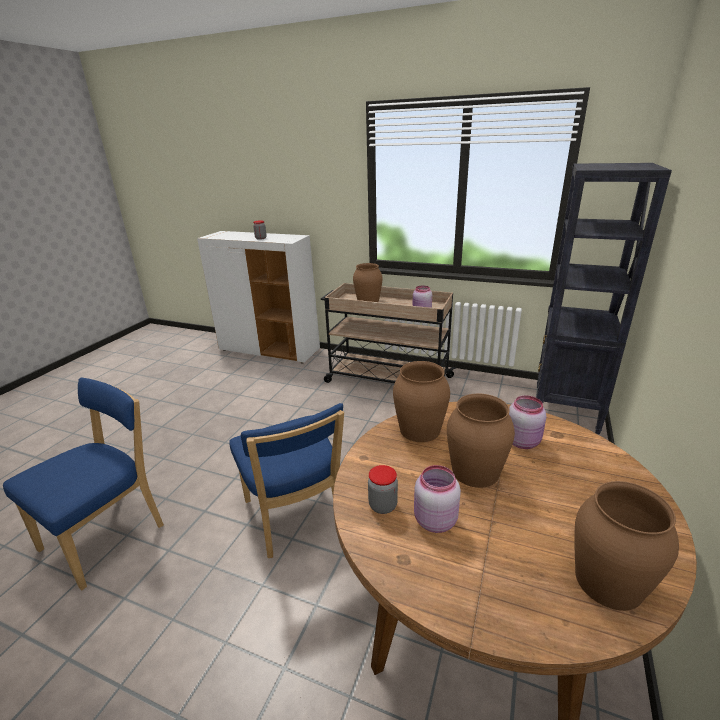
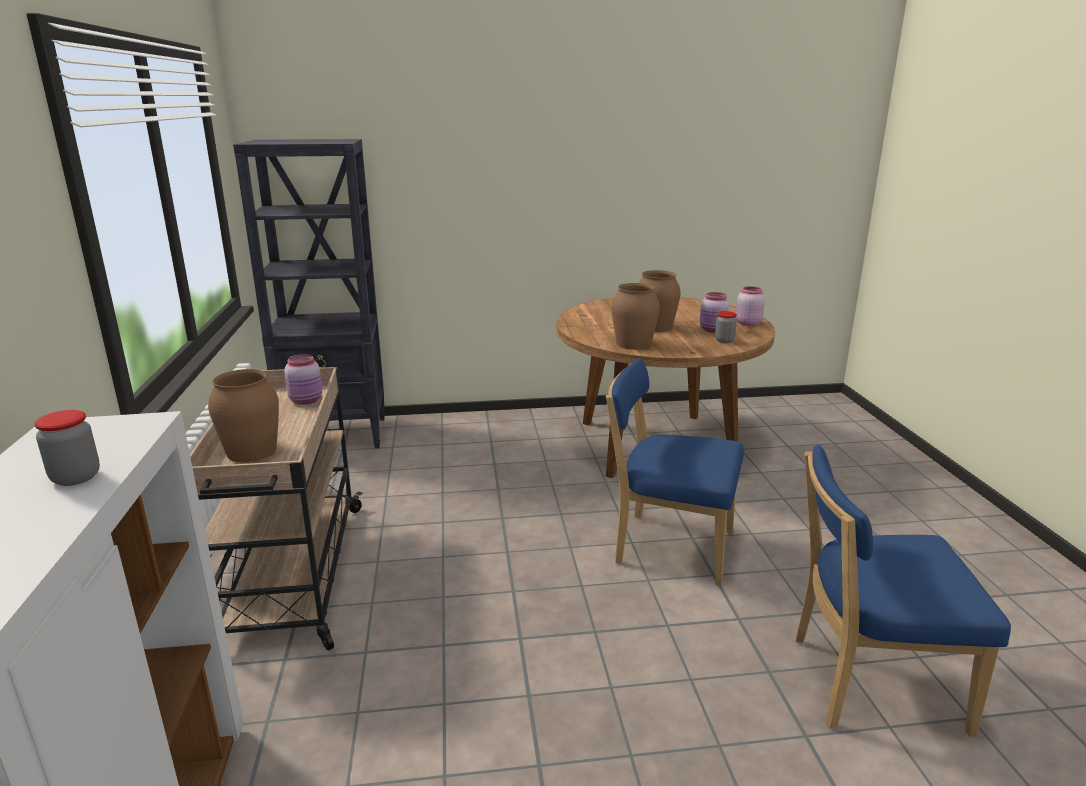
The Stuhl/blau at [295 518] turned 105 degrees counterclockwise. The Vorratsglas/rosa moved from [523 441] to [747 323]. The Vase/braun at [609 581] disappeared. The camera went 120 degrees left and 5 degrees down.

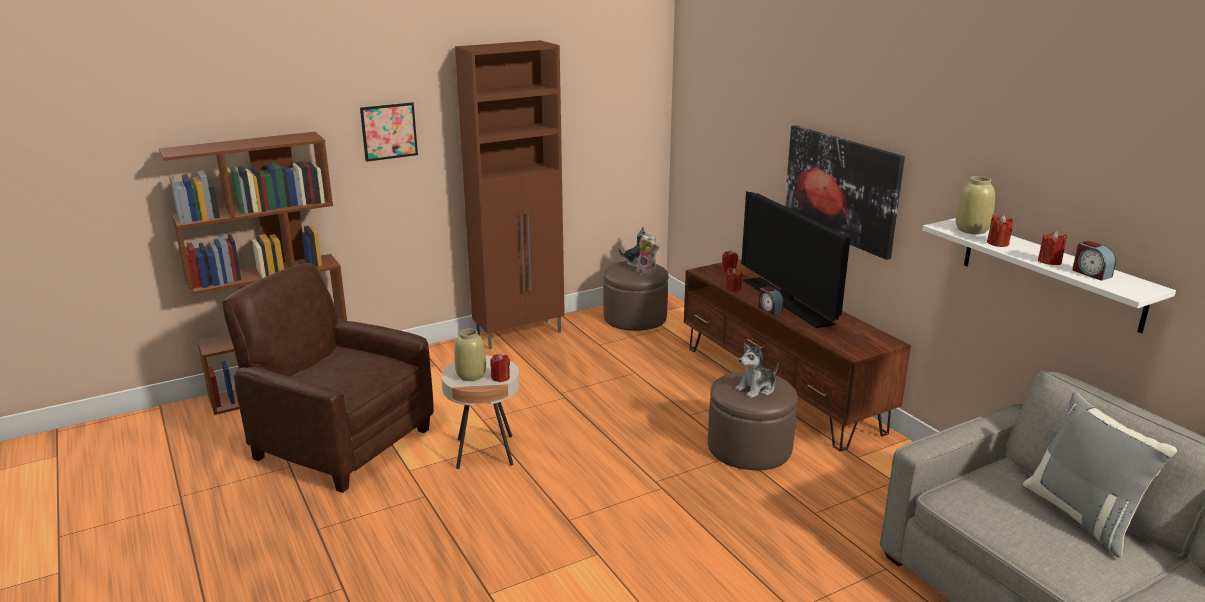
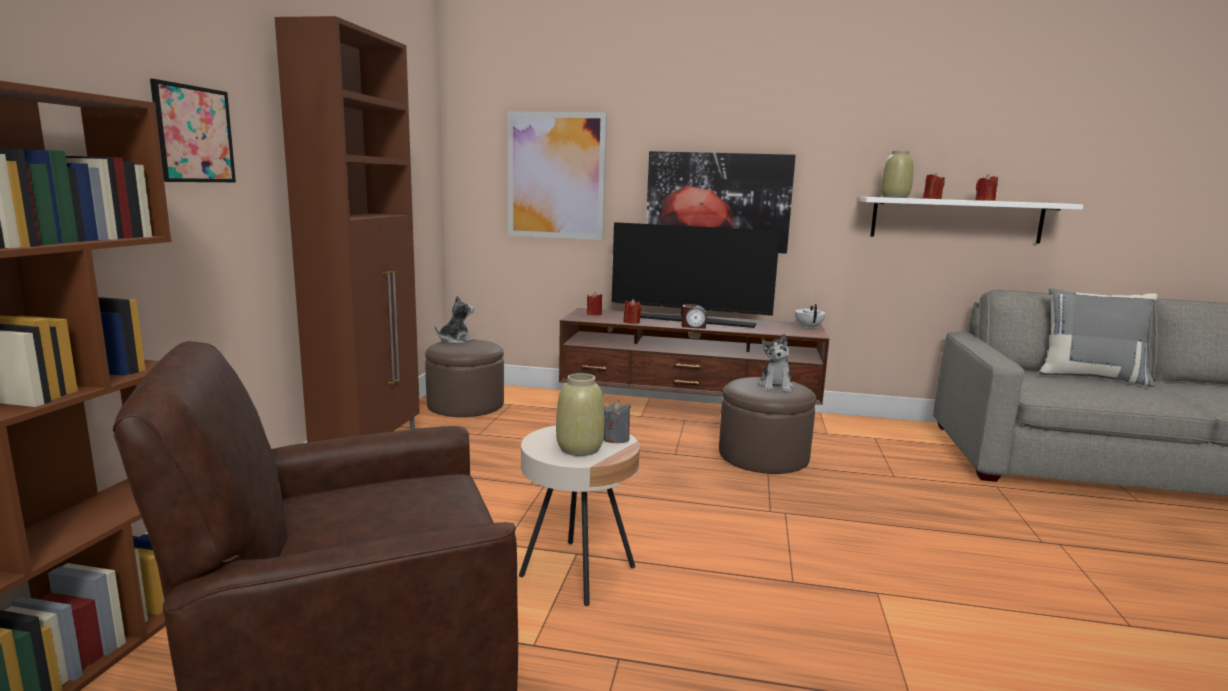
The Bild at [556 176] appeared. The Kerze/rot at [500 378] became the Kerze/grau at [616 439]. The Teekanne/weiß at [808 327] appeared. The Plüschtier at [647 272] disappeared. The Wecker at [1091 273] disappeared. The camera went 50 degrees left and 10 degrees down.

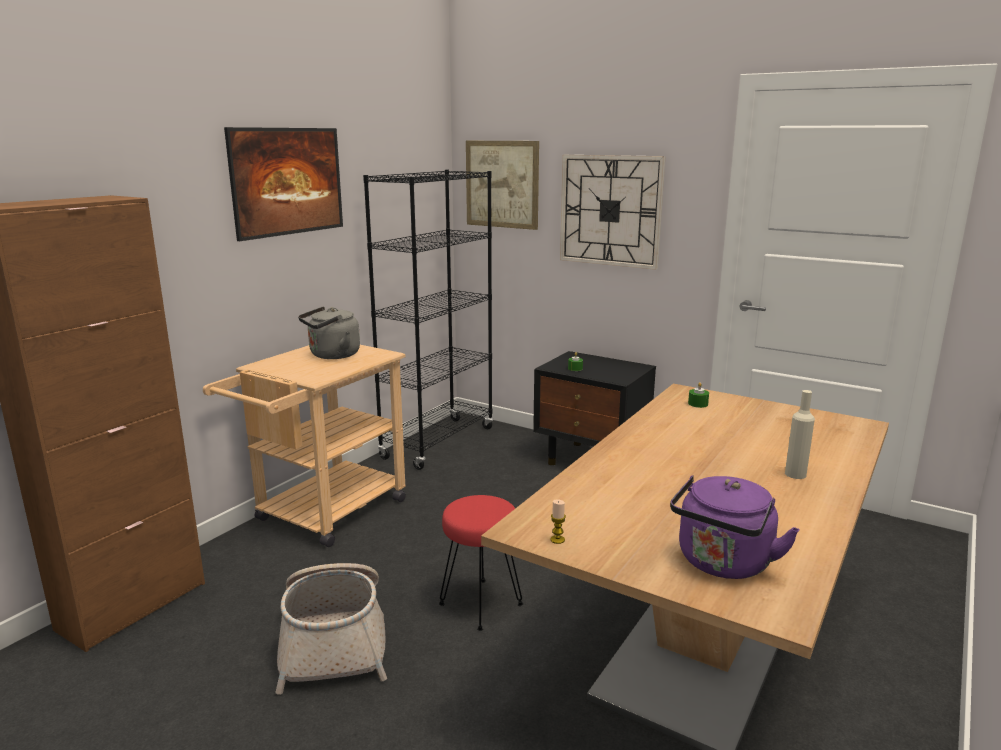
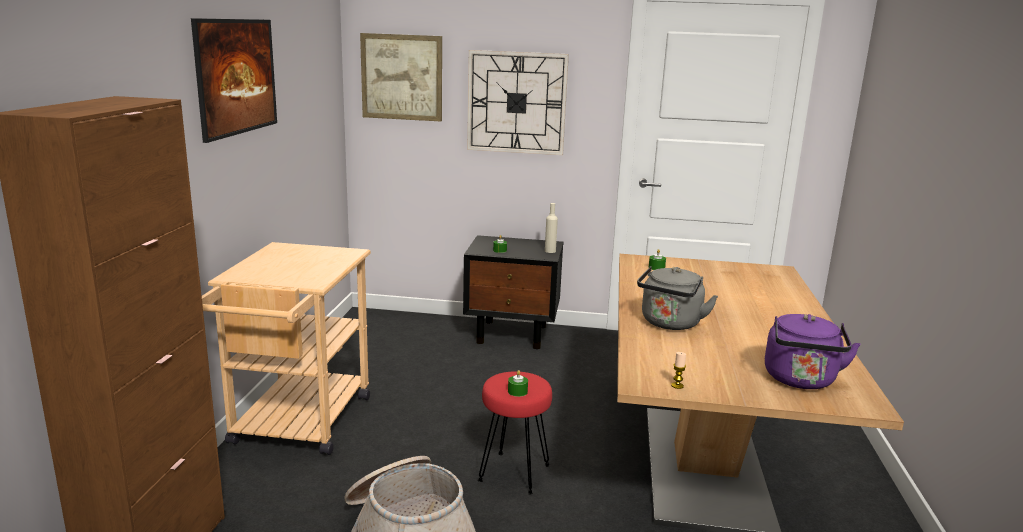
The Kerze/grün at [517 391] appeared. The Flasche/beige moved from [795 474] to [550 251]. The Wasserkessel/grau moved from [332 355] to [670 324]. The Bücherregal/schwarz at [438 443] disappeared. The camera went 25 degrees left and 0 degrees up.

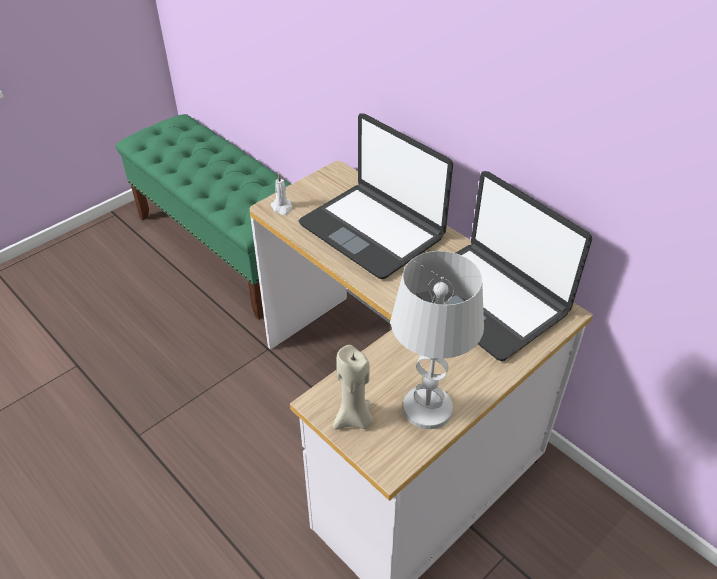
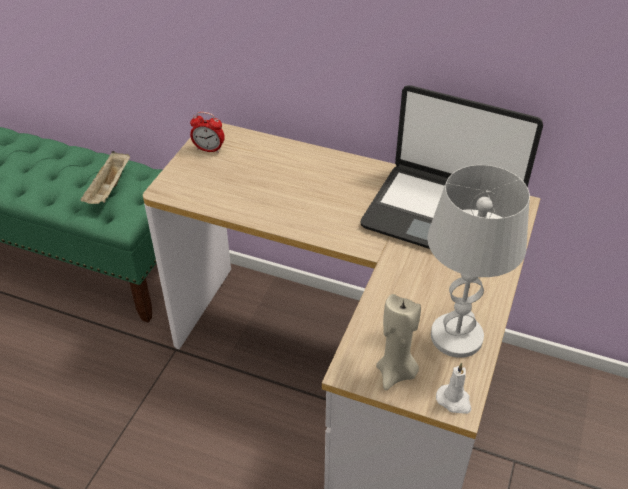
The Tablett/beige at [109 189] appeared. The Wecker at [209 149] appeared. The Kerze/weiß moved from [282 207] to [454 401]. The Laptop at [372 230] disappeared. The camera went 25 degrees left and 0 degrees up.

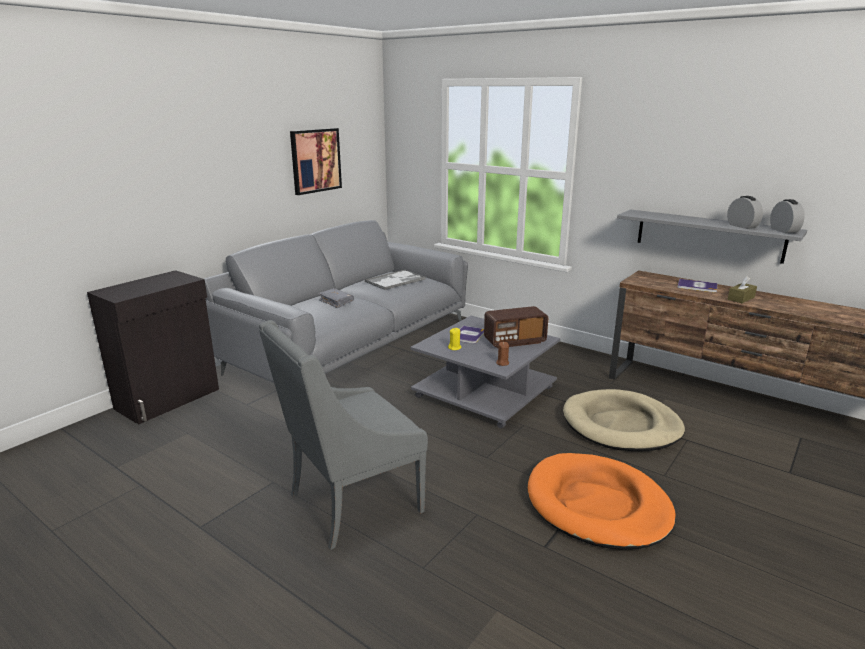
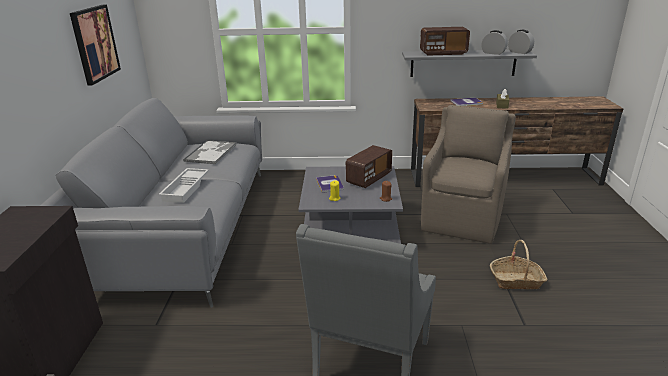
The Buch/grau at [336 302] was replaced by the Tablett/weiß at [186 189]. The Radio at [443 53] appeared. The Hundebett/beige at [621 425] was replaced by the Sessel/braun at [462 218]. The Hundebett/orange at [597 505] was replaced by the Korb at [516 280]. The camera went 35 degrees left and 5 degrees up.

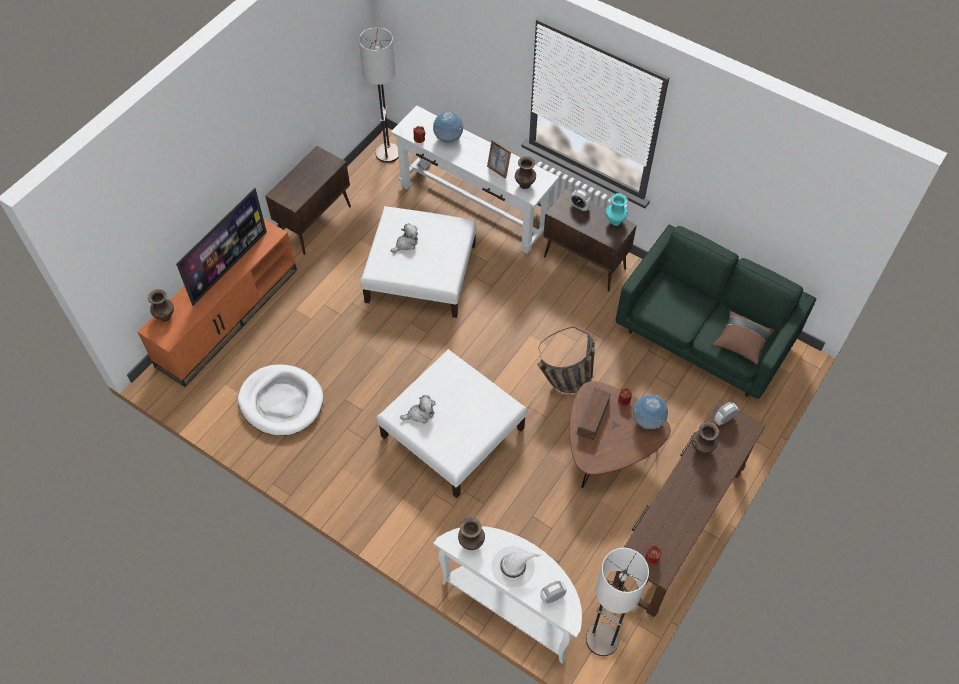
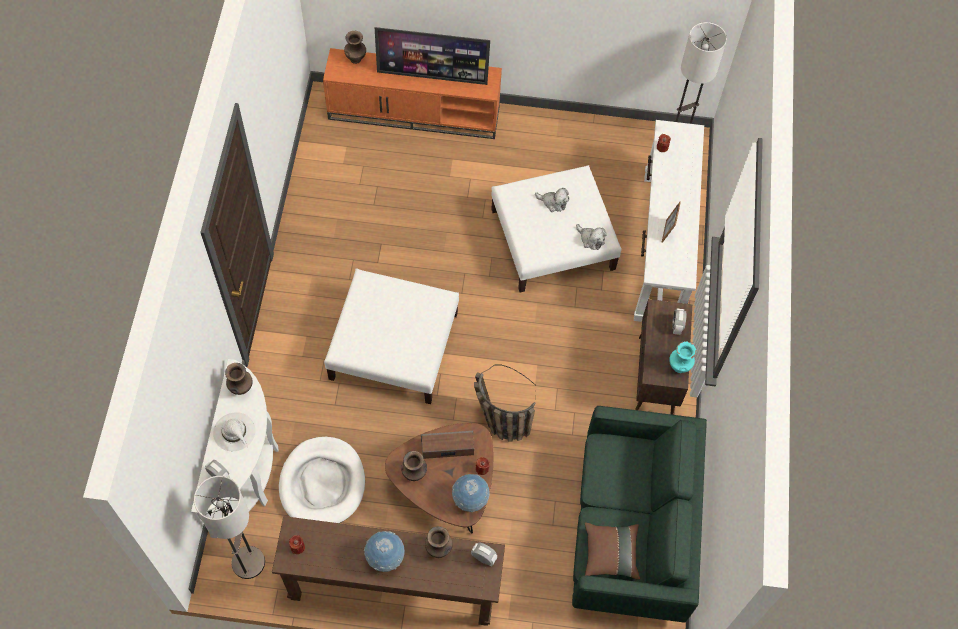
The Hundebett/weiß moved from [281 402] to [322 483]. The Globus moved from [448 139] to [385 557]. The Vase/braun moved from [525 184] to [414 473]. The Plüschtier moved from [420 414] to [590 239]. The Schrank/braun at [315 222] disappeared. The camera went 60 degrees right and 5 degrees up.

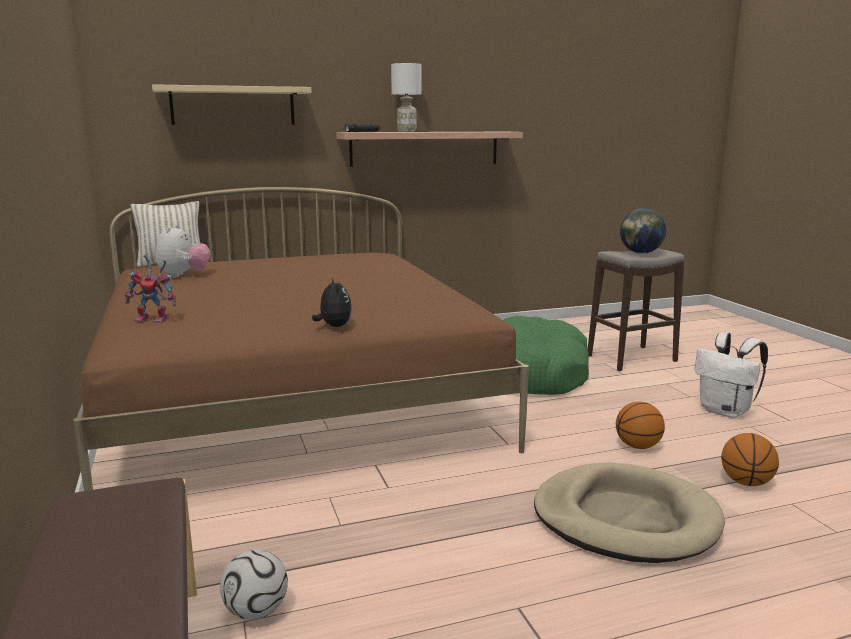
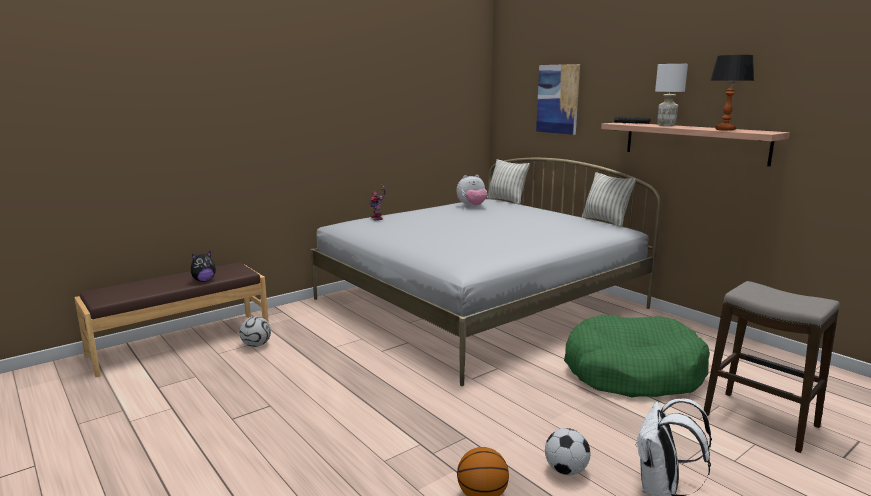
The Plüschtier moved from [334 326] to [204 280]. The Bett/braun at [293 400] became the Bett/weiß at [478 303]. The Wandregal/beige at [233 106] was replaced by the Bild at [558 99]. The Fußball at [565 470] appeared. The Kissen at [605 221] appeared. The Tischlampe at [725 130] appeared. The Hundebett/beige at [625 519] disappeared. The Basketball at [638 446] disappeared. The Globus at [640 253] disappeared. The camera went 70 degrees right and 0 degrees up.

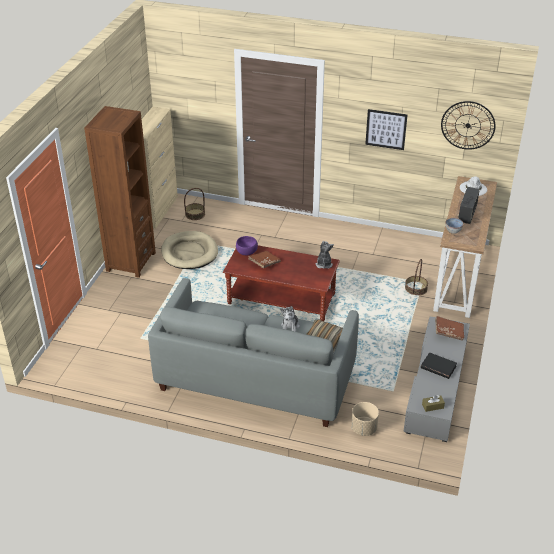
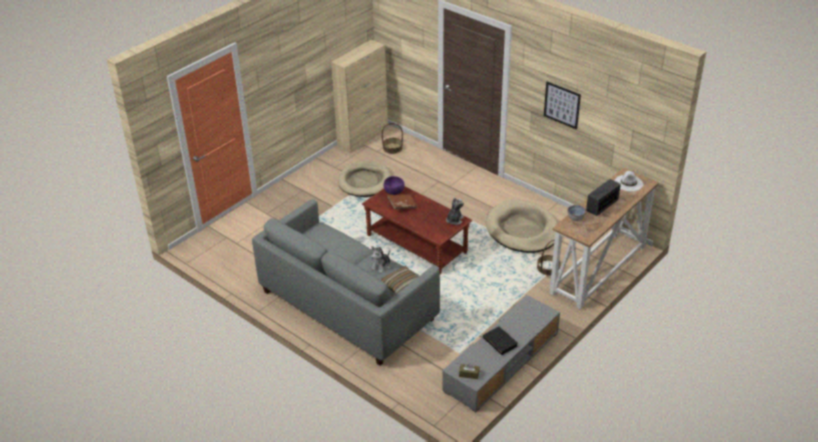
The Hundebett/beige at [522 230] appeared. The Bücherregal/braun at [131 262] disappeared. The Pflanzkübel/beige at [363 428] disappeared. The Buch/braun at [448 332] disappeared. The Wanduhr at [468 125] disappeared. The camera went 25 degrees right and 0 degrees up.

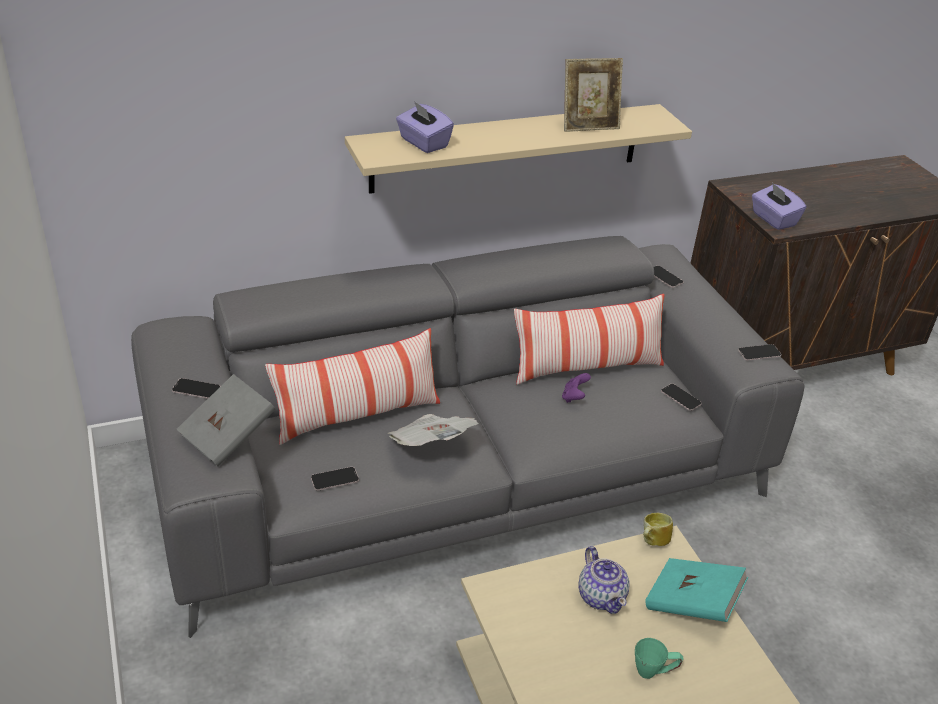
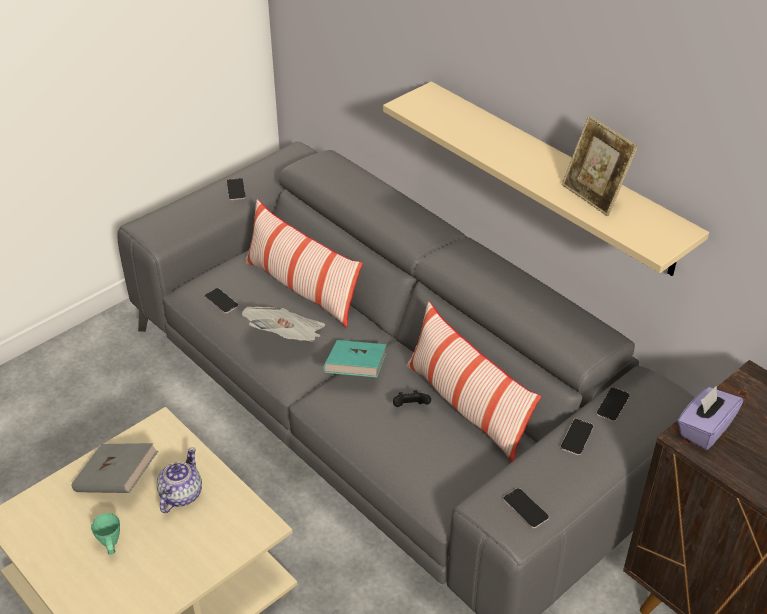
The Buch/grau moved from [228 436] to [117 481]. The Teekanne at [601 596] turned 150 degrees clockwise. The Buch/türkis moved from [692 604] to [355 371]. The Gamepad/lila at [574 397] became the Gamepad/schwarz at [411 407]. The Handy moved from [681 397] to [577 437]. The Taschentuchbox/lila at [423 143] disappeared. The Henkelbecher at [652 541] disappeared. The camera went 70 degrees right and 5 degrees up.

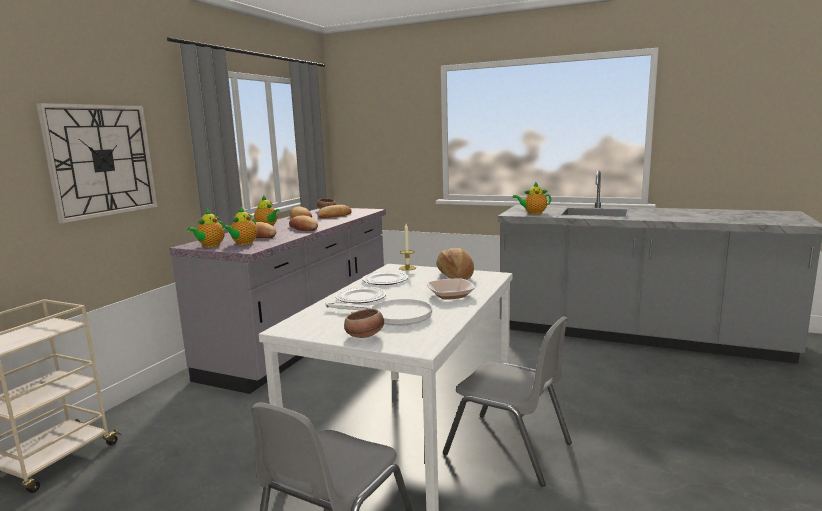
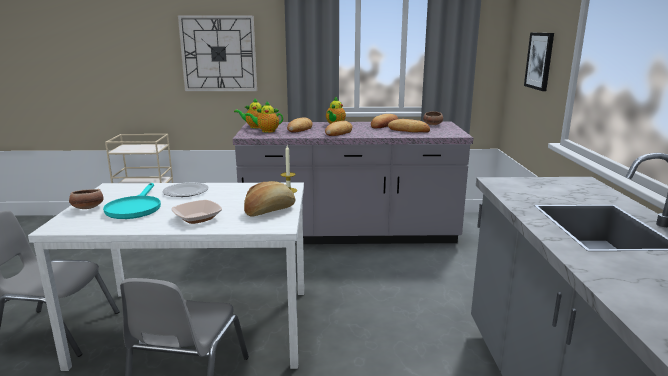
The Pfanne/weiß at [391 316] became the Pfanne/türkis at [135 208]. The Bild at [540 61] appeared. The Teller at [384 280] disappeared. The Teekanne at [533 213] disappeared. The camera went 65 degrees right and 5 degrees up.

